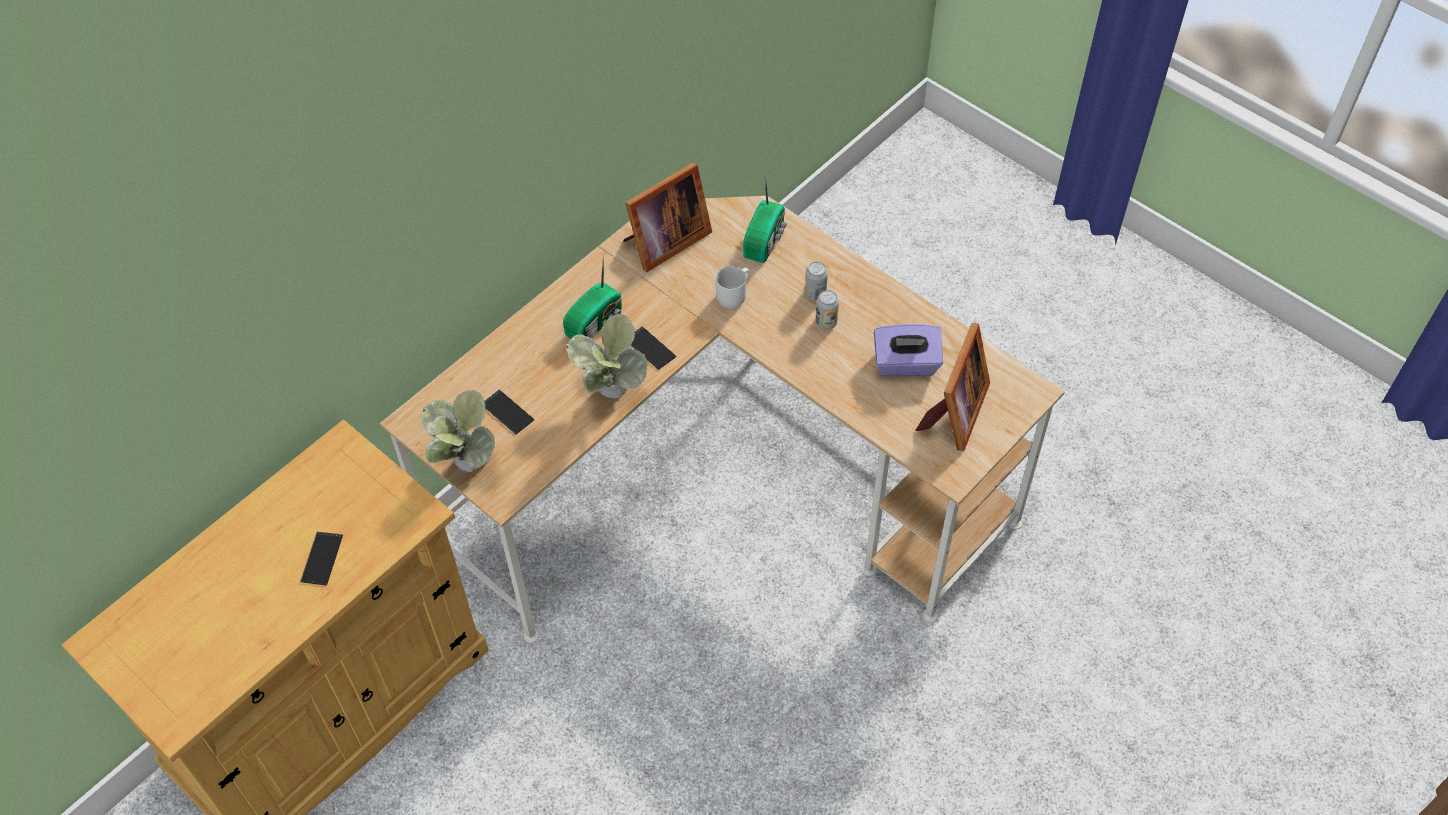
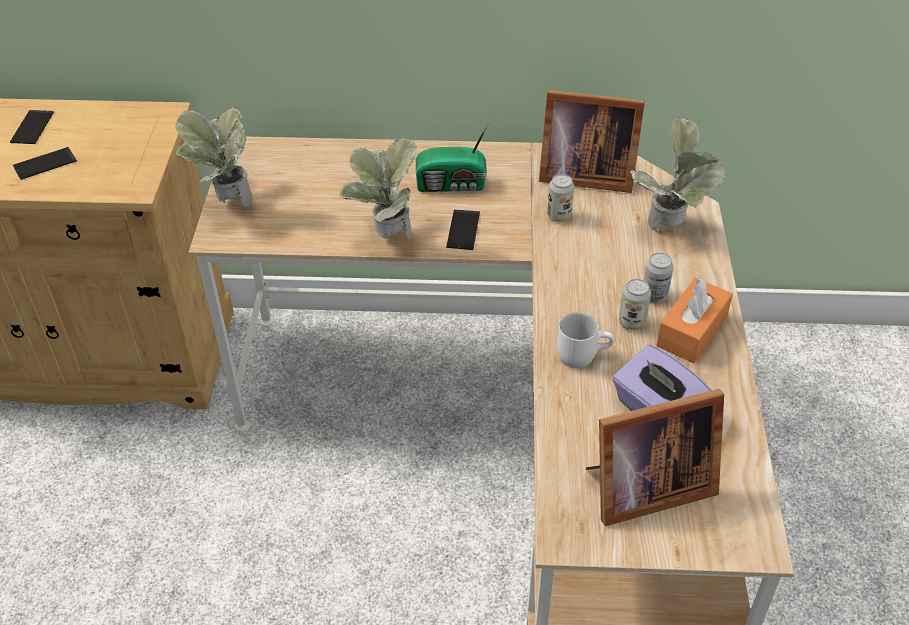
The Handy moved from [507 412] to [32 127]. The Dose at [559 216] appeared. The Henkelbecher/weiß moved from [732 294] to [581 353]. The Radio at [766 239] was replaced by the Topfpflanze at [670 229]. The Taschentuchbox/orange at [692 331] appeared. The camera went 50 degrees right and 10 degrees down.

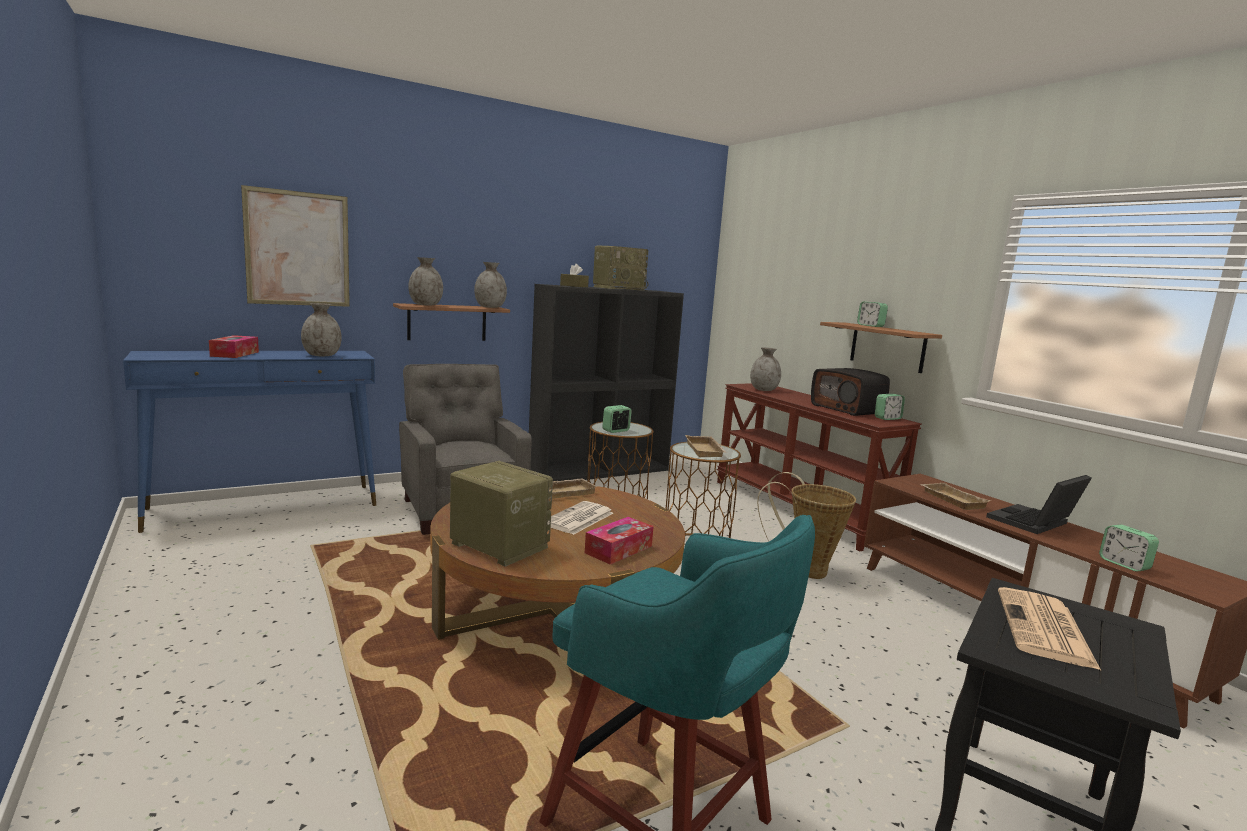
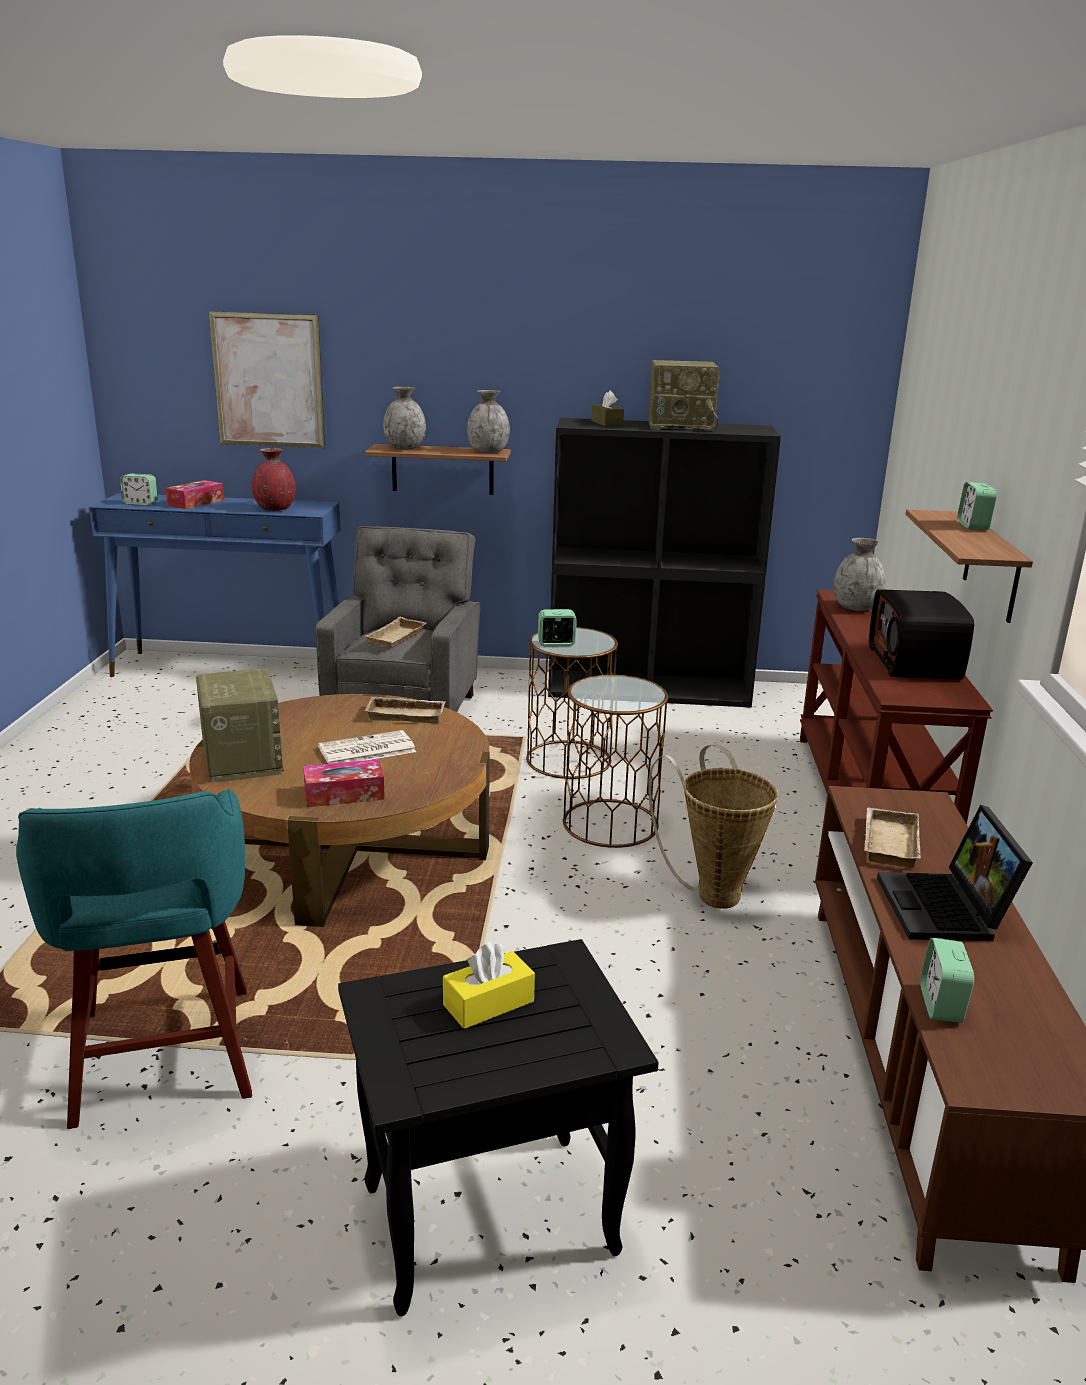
The Wecker moved from [887 418] to [140 503]. The Vase/grau at [321 355] became the Vase/rot at [274 509]. The Tablett/beige moved from [706 451] to [397 638]. The Zeitung at [1045 629] was replaced by the Taschentuchbox/gelb at [488 1003]. The Laptop at [1034 523] turned 90 degrees counterclockwise. The camera went 35 degrees right and 10 degrees up.

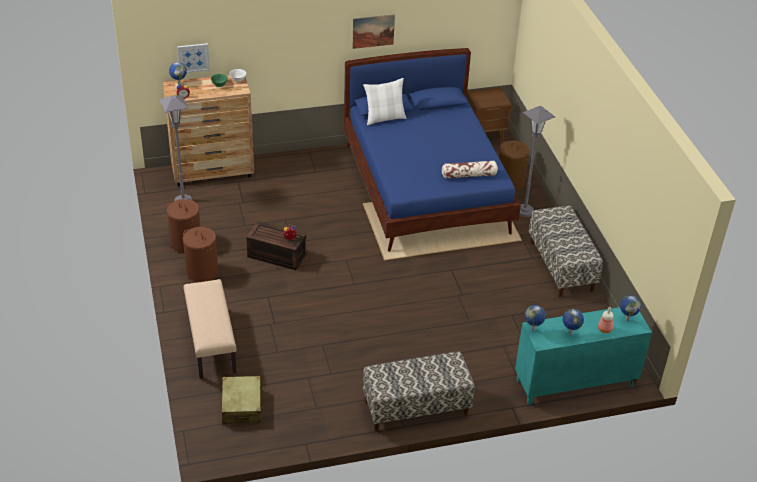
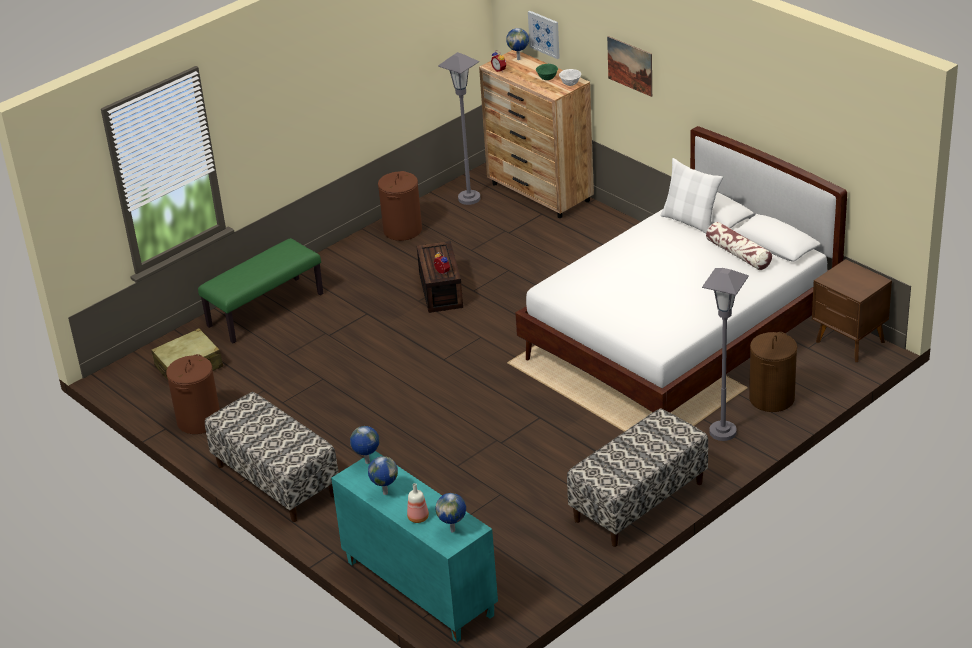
The Wäschekorb/braun moved from [202 272] to [199 420]. The Bank/beige at [210 342] became the Bank/grün at [265 310]. The Bett/blau at [426 188] became the Bett/weiß at [681 339]. The Bild moved from [373 31] to [630 66]. The Kissen moved from [469 175] to [738 254]. The camera went 65 degrees right and 5 degrees down.

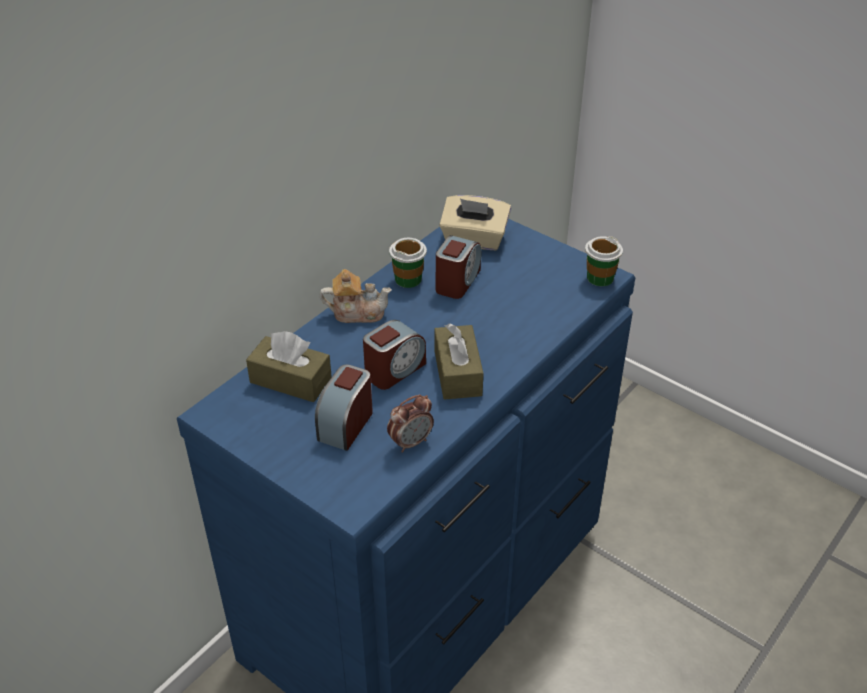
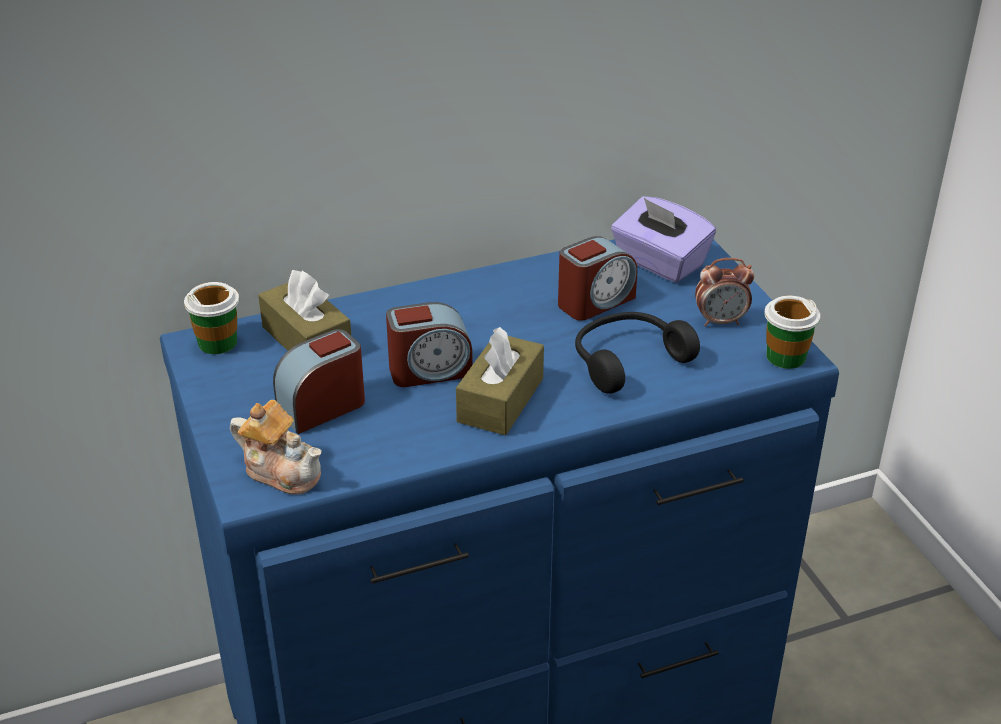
The Tasse moved from [408 279] to [218 342]. The Teekanne moved from [357 312] to [282 471]. The Kopfhörer/schwarz at [627 360] appeared. The Taschentuchbox/beige at [474 239] became the Taschentuchbox/lila at [659 263]. The Wecker moved from [411 442] to [721 321]. The camera went 30 degrees right and 5 degrees down.

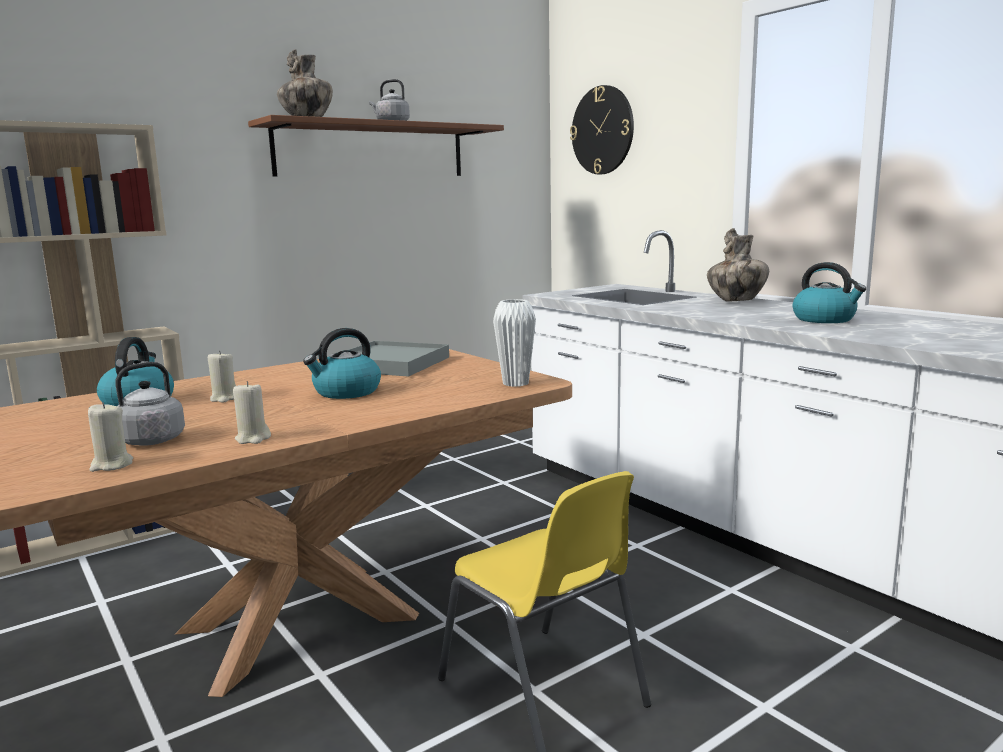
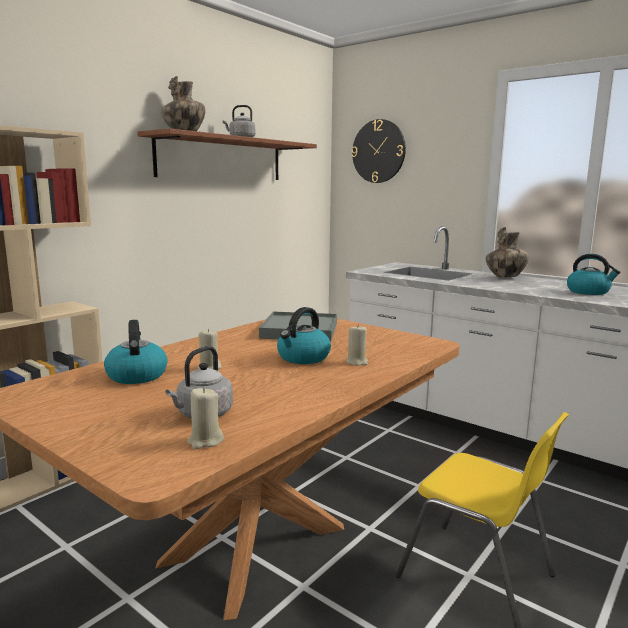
The Kerze/beige moved from [253 439] to [357 362]. The Vase/weiß at [515 383] disappeared. The camera went 15 degrees left and 0 degrees up.

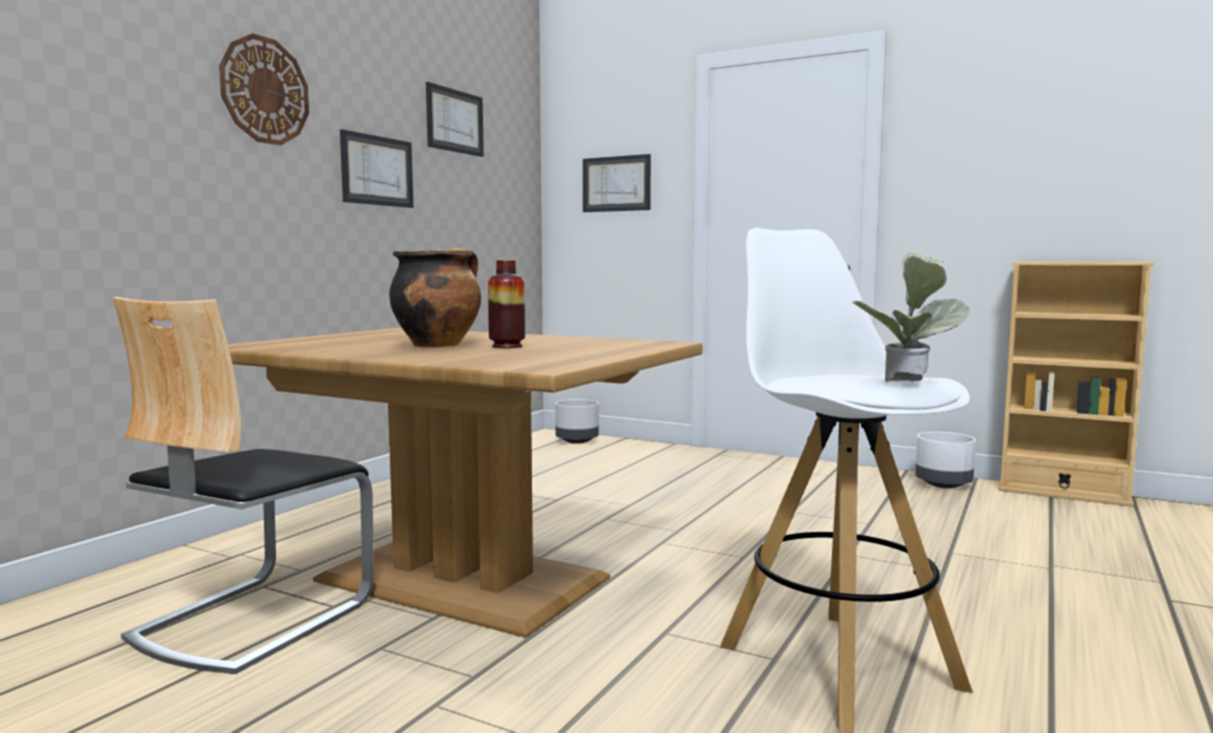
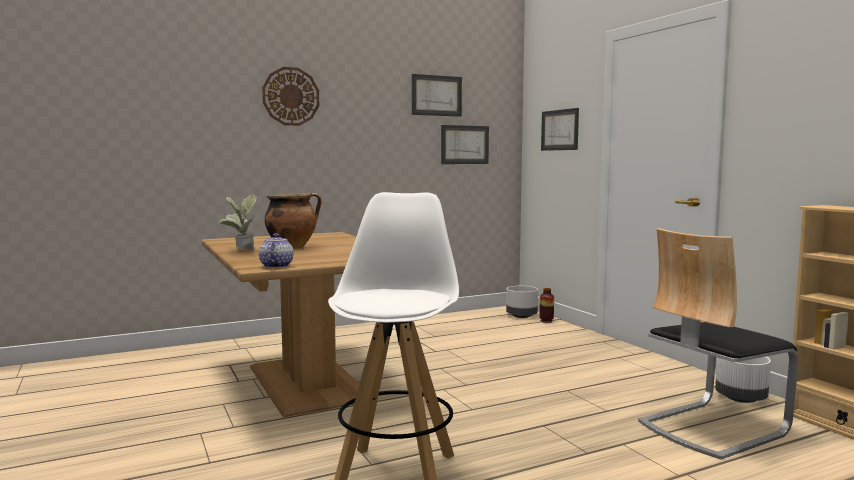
The Topfpflanze moved from [908 385] to [241 251]. The Teekanne at [276 266] appeared. The Bild moved from [377 171] to [464 144]. The Vase moved from [507 346] to [546 321]. The Stuhl moved from [252 618] to [711 427]. The camera went 35 degrees right and 0 degrees up.

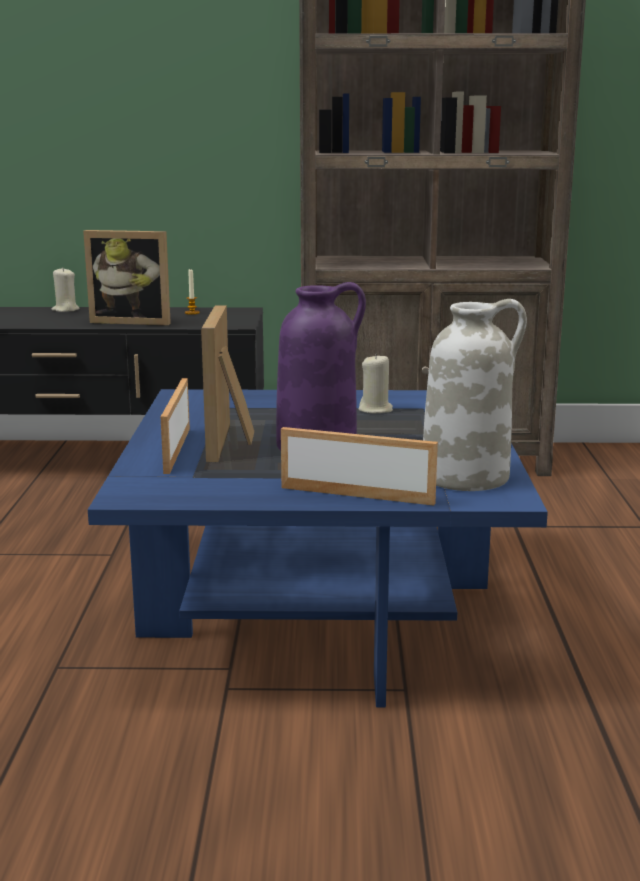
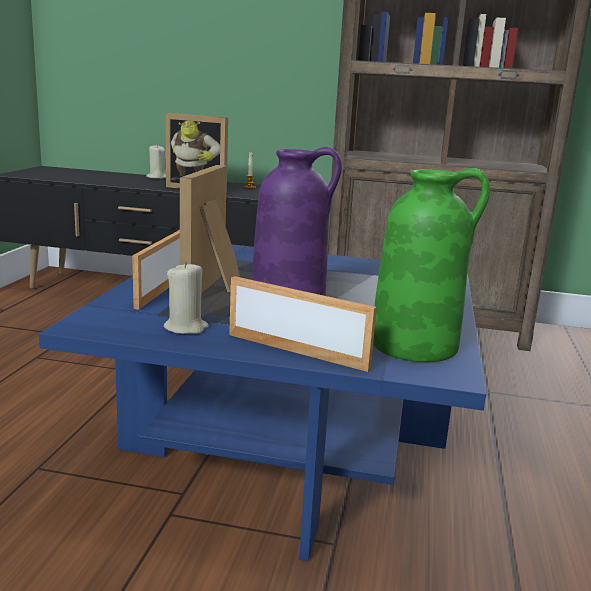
The Kerze/beige moved from [375 409] to [186 328]. The Vase/weiß at [466 476] became the Vase/grün at [415 345]. The camera went 10 degrees right and 0 degrees up.

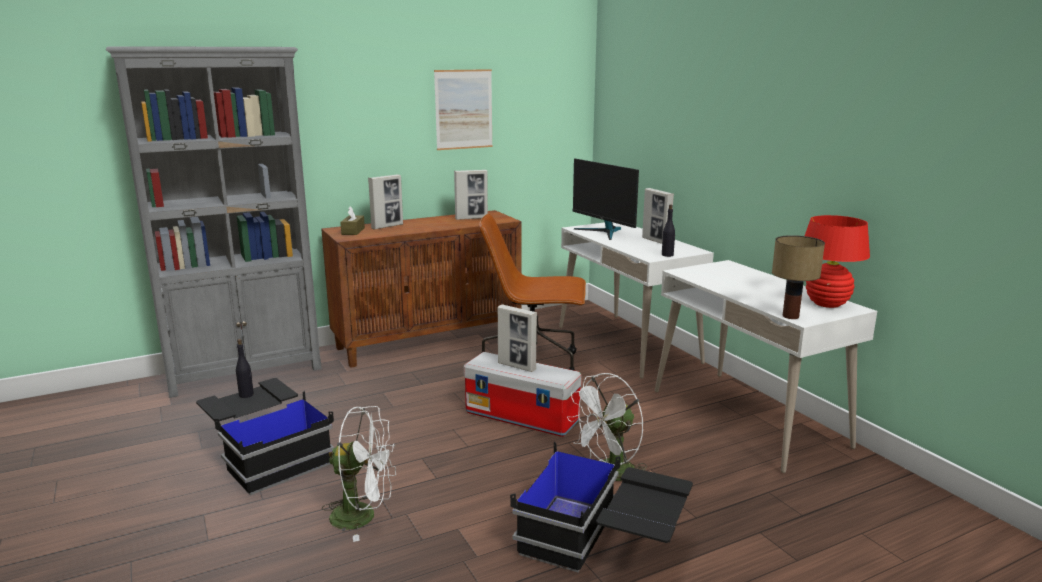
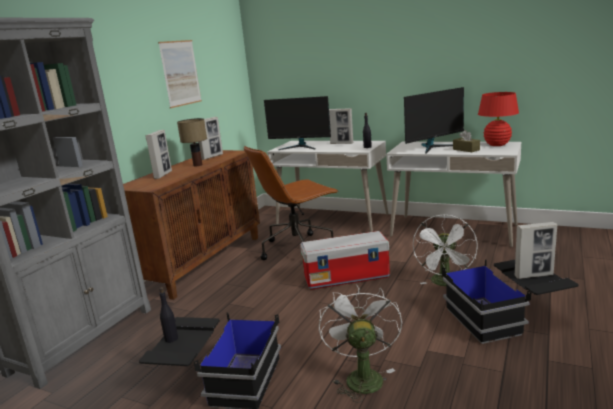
The Tischlampe moved from [791 316] to [198 165]. The Ventilator/weiß at [363 516] turned 60 degrees counterclockwise. The Monitor at [434 147] appeared. The Taschentuchbox/braun moved from [353 231] to [466 149]. The Bilderrahmen moved from [517 366] to [534 275]. The camera went 35 degrees left and 0 degrees up.

